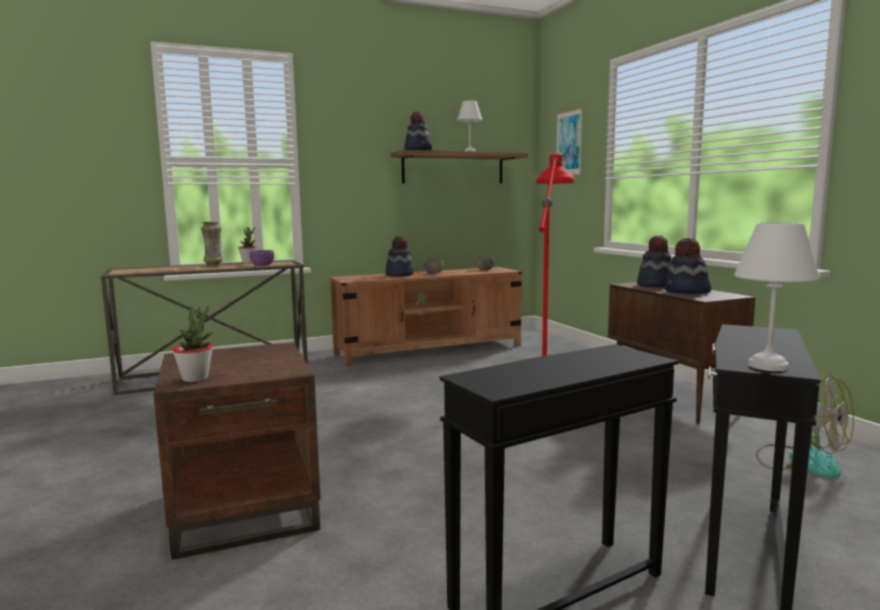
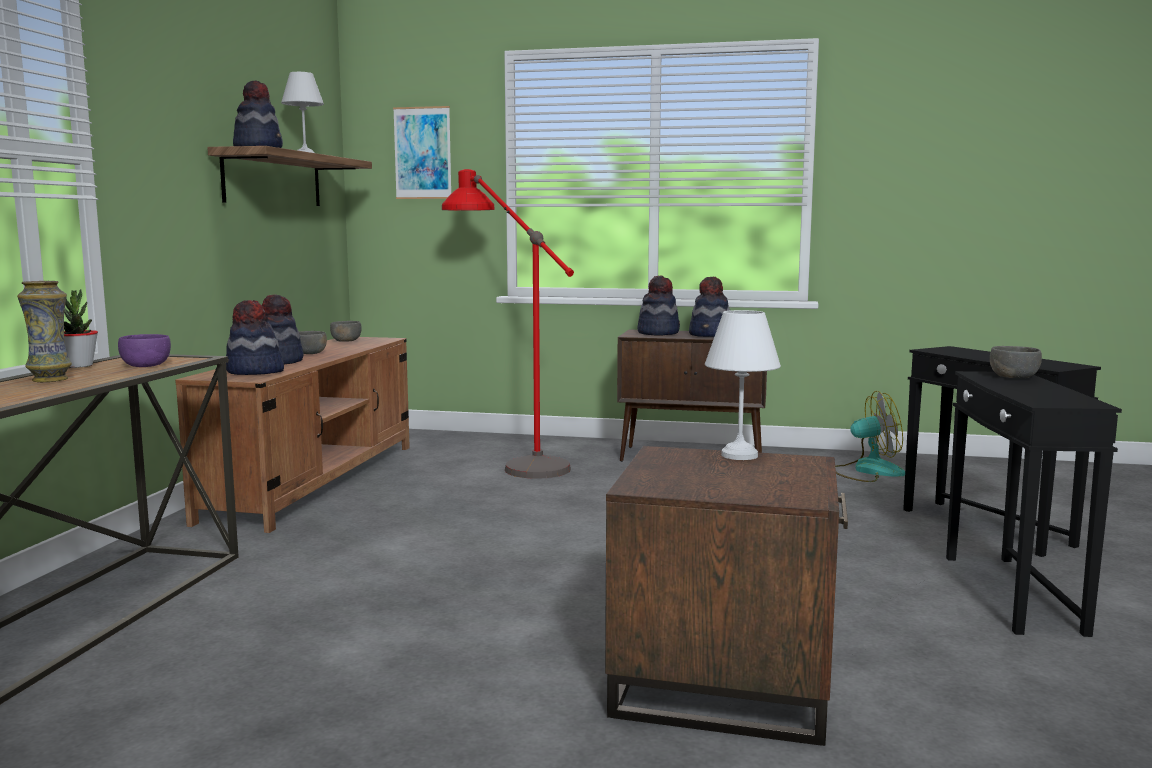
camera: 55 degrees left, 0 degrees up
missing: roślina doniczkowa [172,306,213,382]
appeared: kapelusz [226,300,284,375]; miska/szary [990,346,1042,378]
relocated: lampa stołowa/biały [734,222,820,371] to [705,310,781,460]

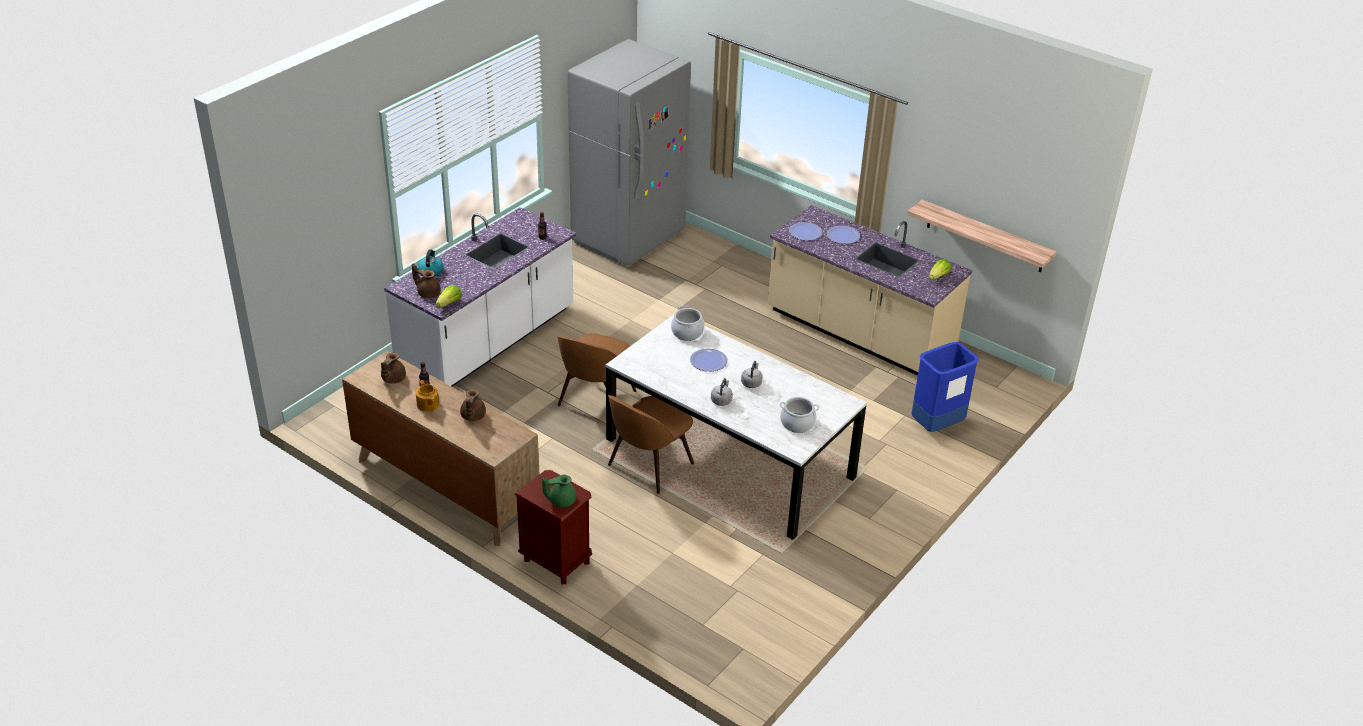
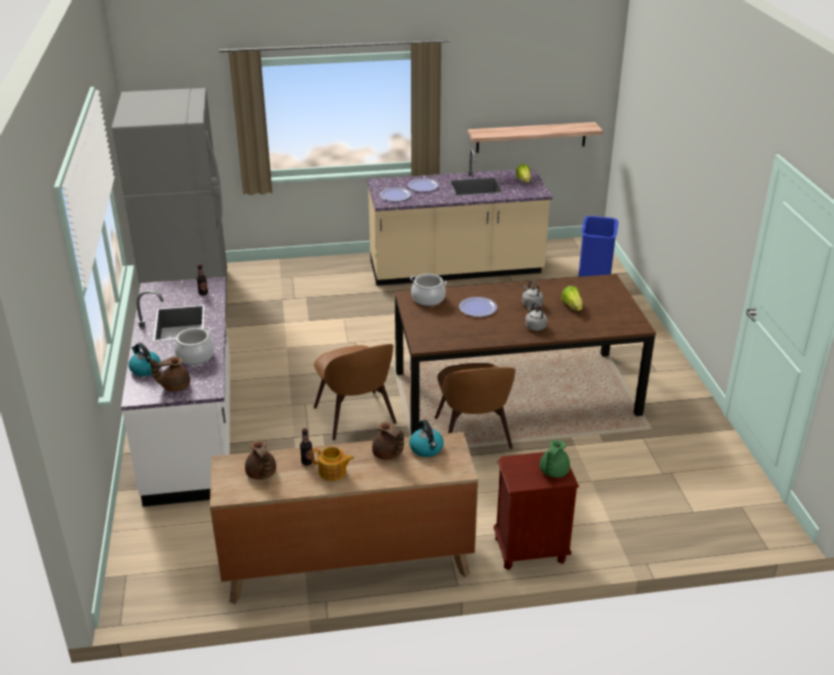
camera: 45 degrees left, 5 degrees down
appeared: czajnik [409,419,444,457]
relocated: garnek [780,397,819,433] to [173,327,214,365]; sałata [436,285,462,308] to [561,286,583,311]
colour: stół jadalny/biały [606,314,867,540] to stół jadalny/brązowy [395,274,656,435]

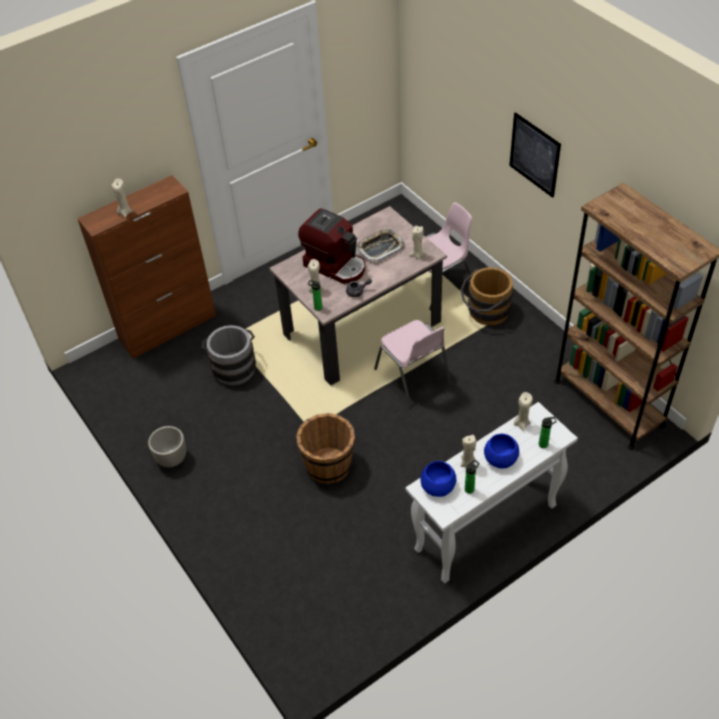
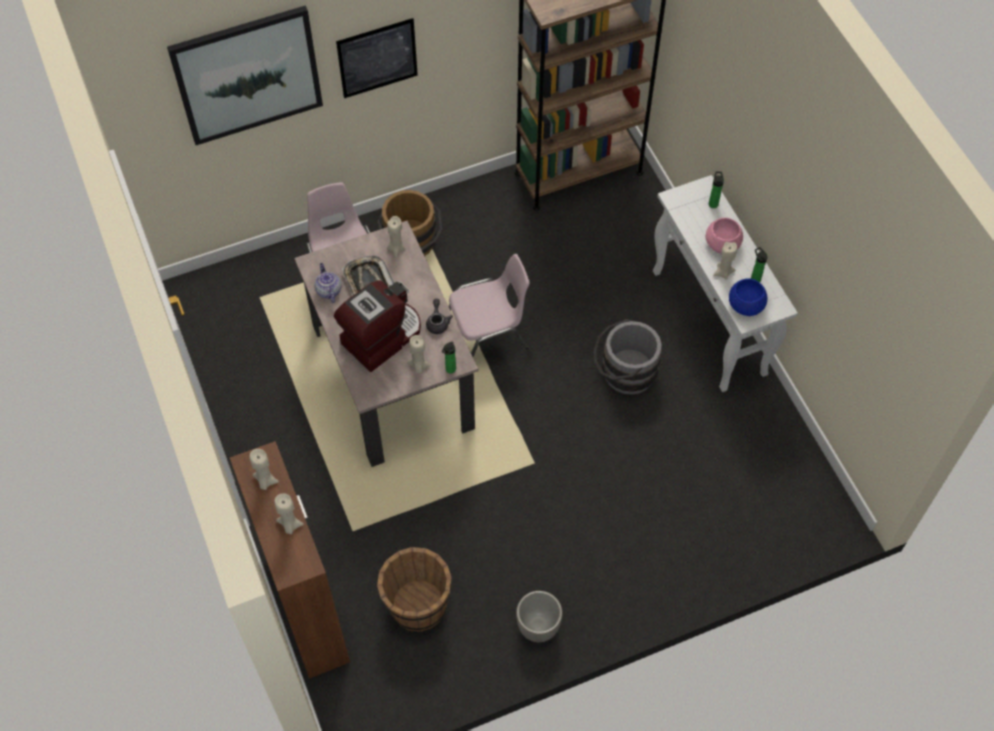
camera: 80 degrees left, 10 degrees up
appeared: obraz [167,5,323,145]; imbryk [314,263,342,303]
relocated: świeca/beżowy [514,392,533,431] to [249,449,279,490]; wiadro/brązowy [296,413,355,484] to [377,547,452,632]; wiadro/szary [202,325,256,386] to [594,319,662,395]
colour: miska/niebieski [484,434,519,469] to miska/różowy [706,218,743,253]

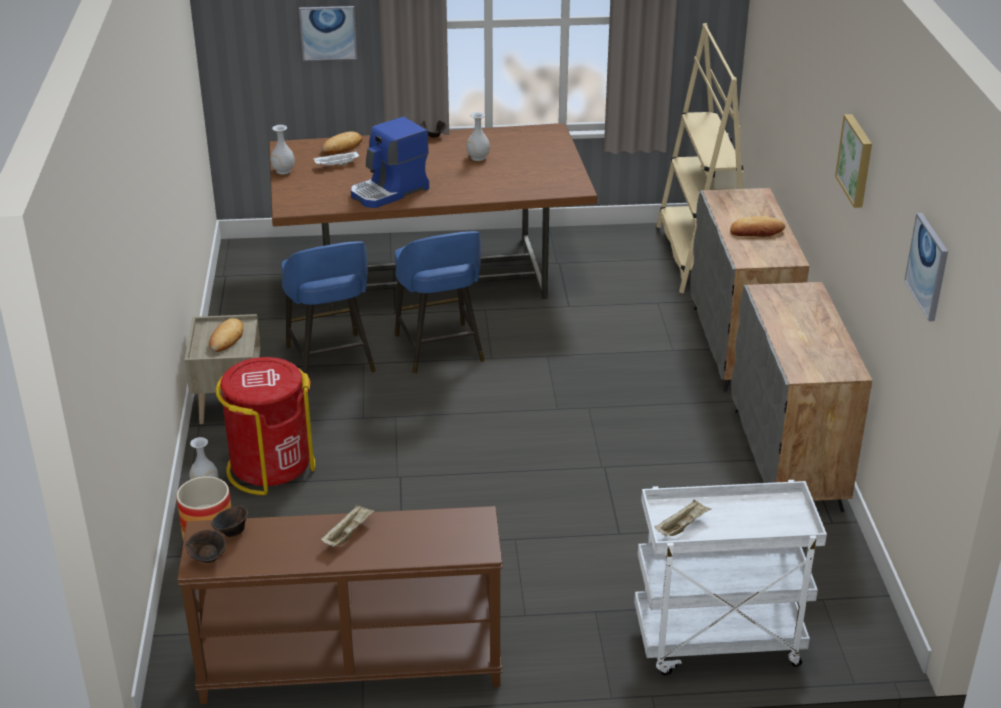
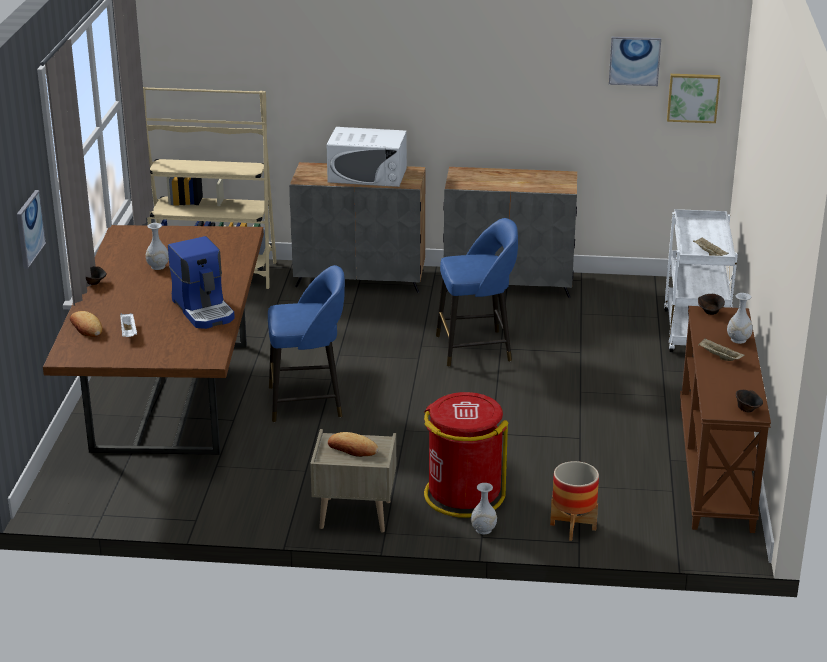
camera: 80 degrees left, 5 degrees down
relocated: stołek/niebieski [281,241,376,375] to [436,218,518,367]; obraz [835,114,872,208] to [667,74,720,123]; miska/brązowy [211,505,248,537] to [698,294,725,315]; wazon/biały [270,125,295,174] to [727,293,753,344]
exchanged: chleb [730,216,785,237] to mikrofalówka/biały [327,127,407,187]

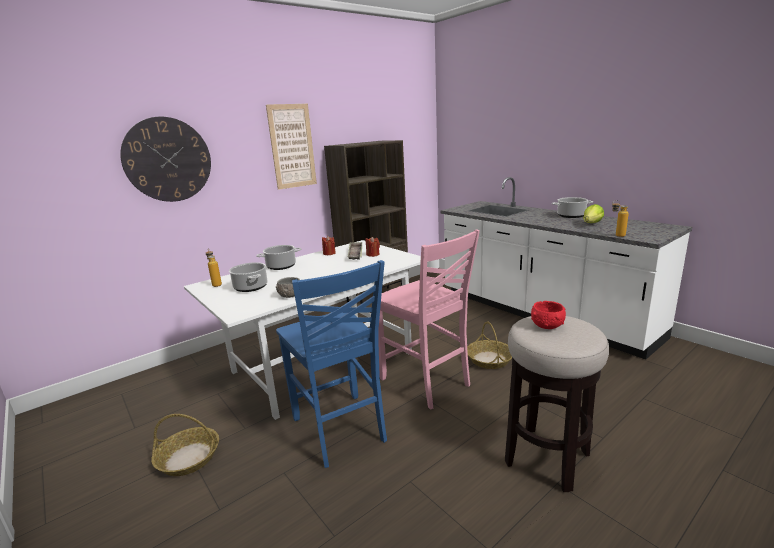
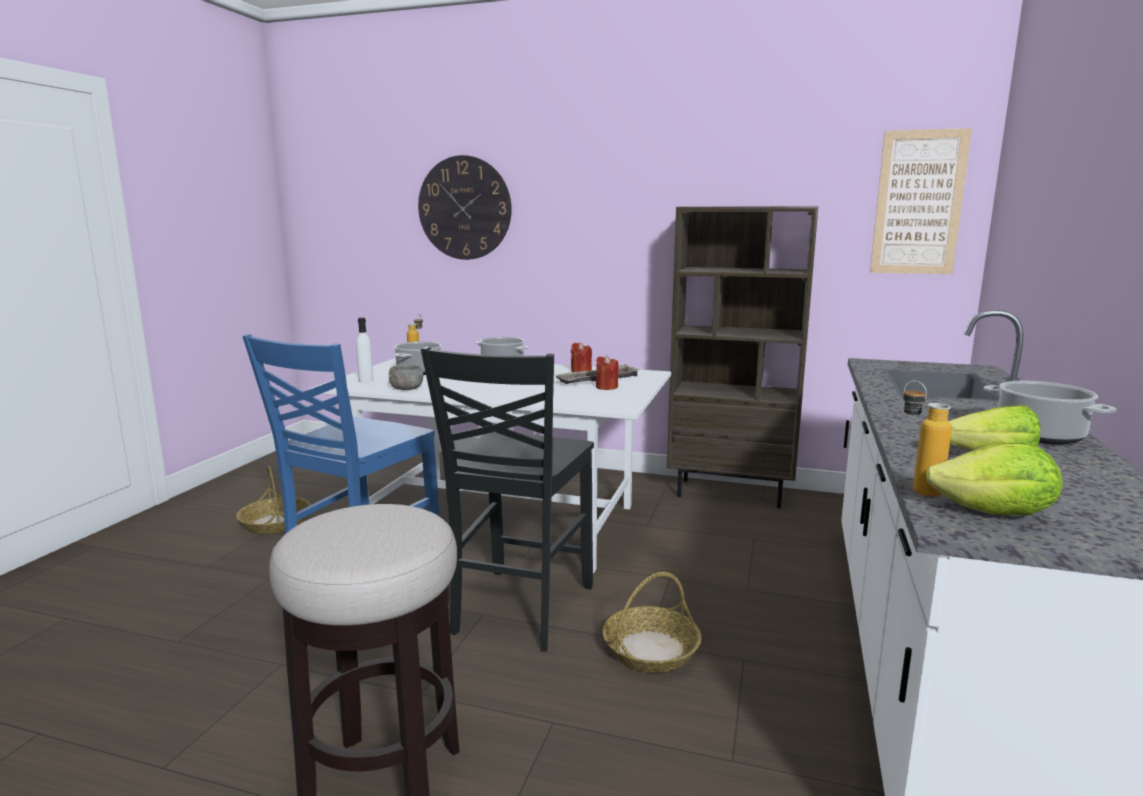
camera: 55 degrees right, 5 degrees down
missing: miska/czerwony [531,301,566,329]
appeared: butelka/biały [356,317,374,383]; sałata [926,443,1063,515]
relocated: obraz [266,104,317,190] to [870,128,972,274]
colour: krzesło/różowy [378,229,480,409] to krzesło/czarny [421,347,594,651]

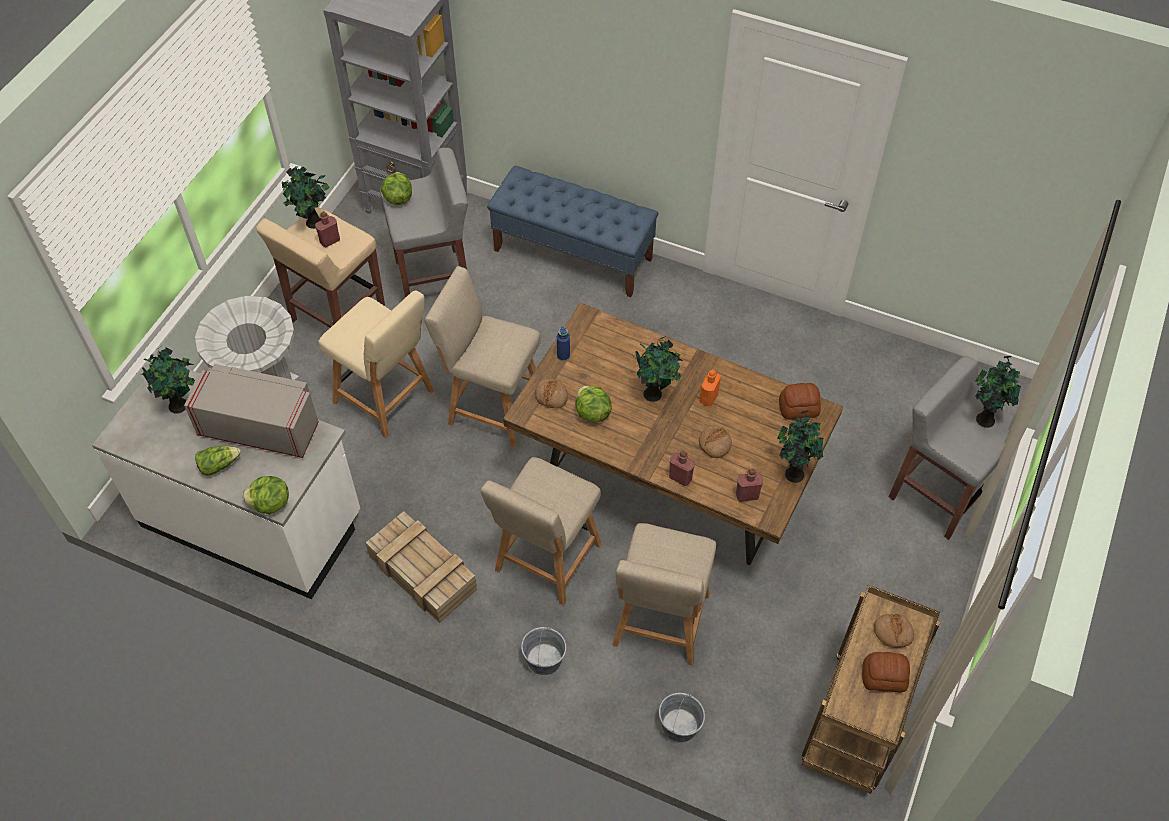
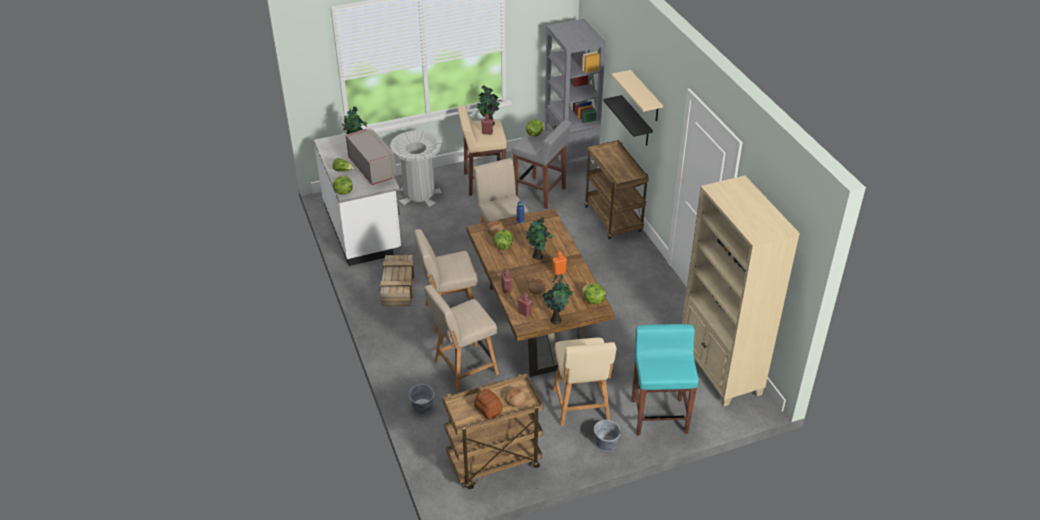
camera: 45 degrees right, 15 degrees down
missing: roślina doniczkowa [975,356,1021,428]
appeared: półka/czarny [603,95,653,145]; półka/beżowy [611,70,663,121]; regał/beżowy [682,175,800,407]
relocated: krzesło/beżowy [318,290,435,438] to [552,337,616,426]; wiadro/szary [521,626,566,675] to [594,419,621,451]
exchanged: chleb [779,383,821,420] to sałata [582,283,606,304]; ławka/niebieski [487,165,658,297] to wózek/brązowy [585,140,649,239]
colour: stołek/szary [889,356,1014,540] to stołek/turkusowy [631,324,699,435]

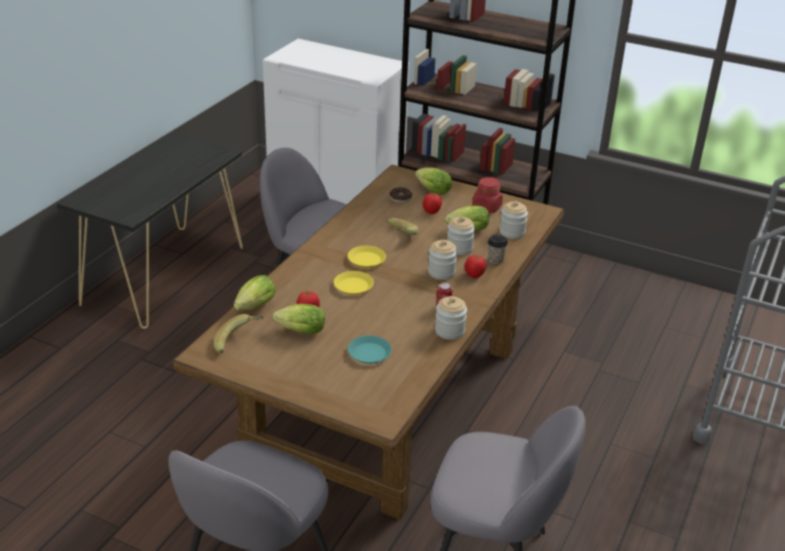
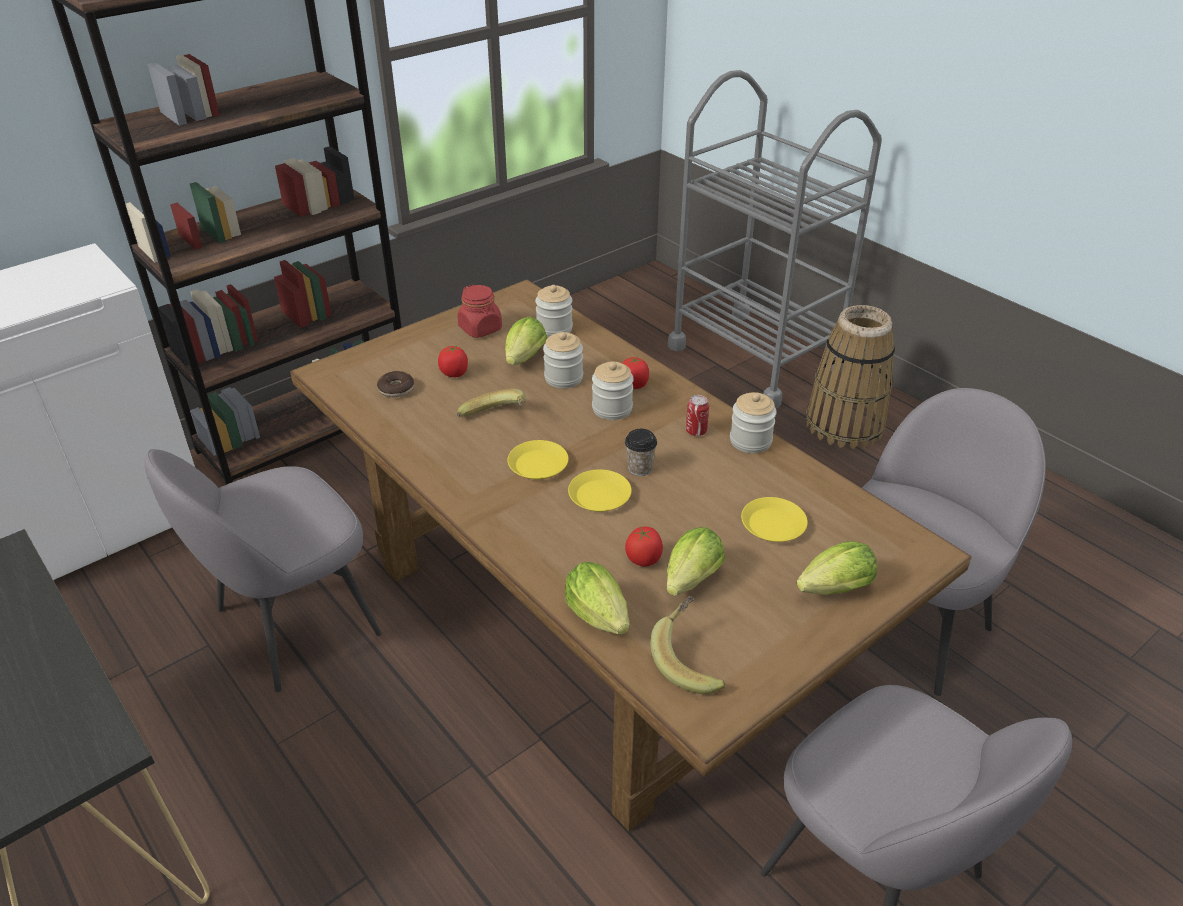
camera: 65 degrees left, 5 degrees up
appeared: koszyk [806,305,895,449]
relocated: filiżanka [488,235,508,264] to [625,429,657,476]; sałata [415,167,452,195] to [797,541,877,595]
colour: talerz/turkusowy [348,336,392,364] to talerz/żółty [741,497,808,542]

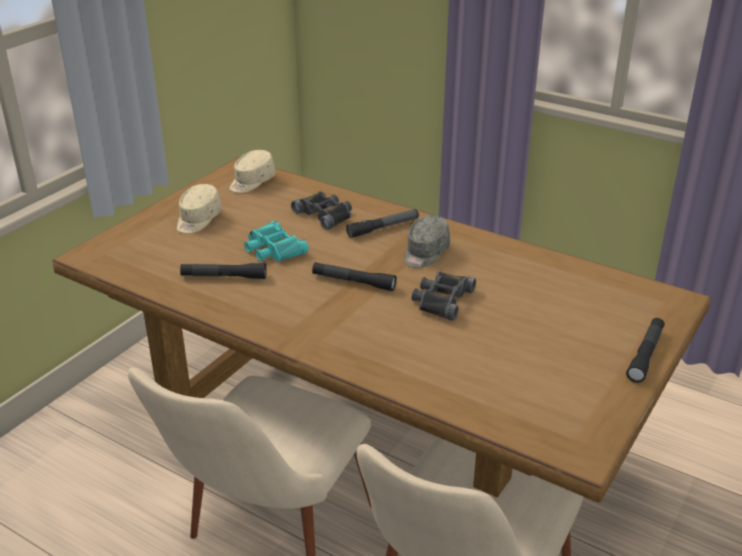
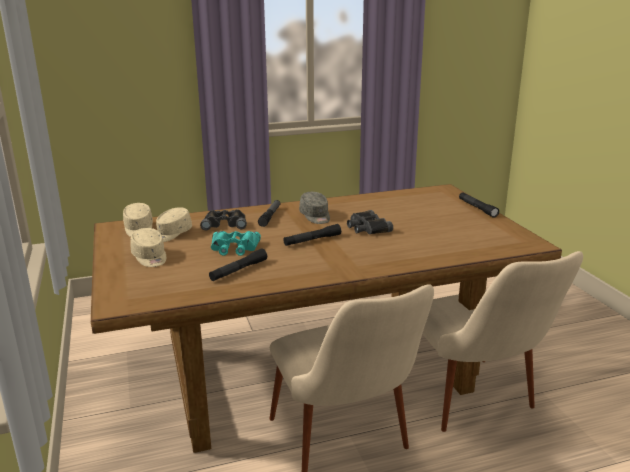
camera: 50 degrees left, 10 degrees down
appeared: czapka z daszkiem/beżowy [156,207,192,242]

